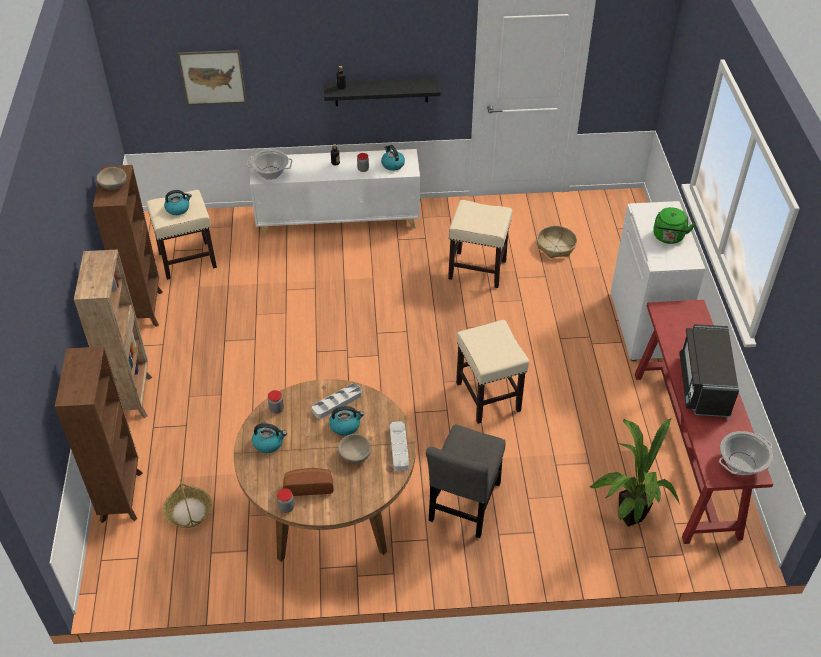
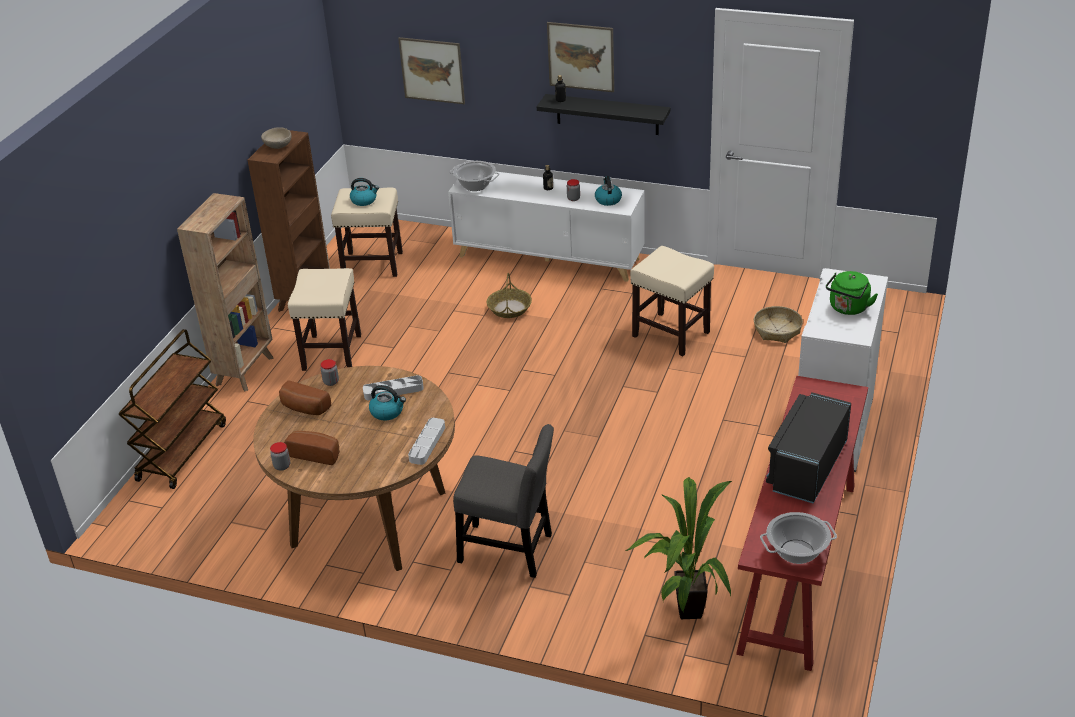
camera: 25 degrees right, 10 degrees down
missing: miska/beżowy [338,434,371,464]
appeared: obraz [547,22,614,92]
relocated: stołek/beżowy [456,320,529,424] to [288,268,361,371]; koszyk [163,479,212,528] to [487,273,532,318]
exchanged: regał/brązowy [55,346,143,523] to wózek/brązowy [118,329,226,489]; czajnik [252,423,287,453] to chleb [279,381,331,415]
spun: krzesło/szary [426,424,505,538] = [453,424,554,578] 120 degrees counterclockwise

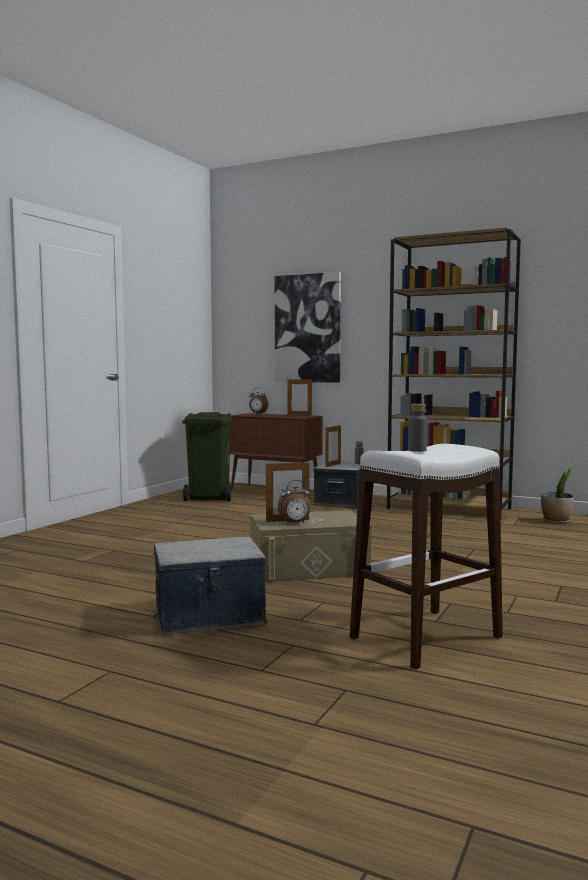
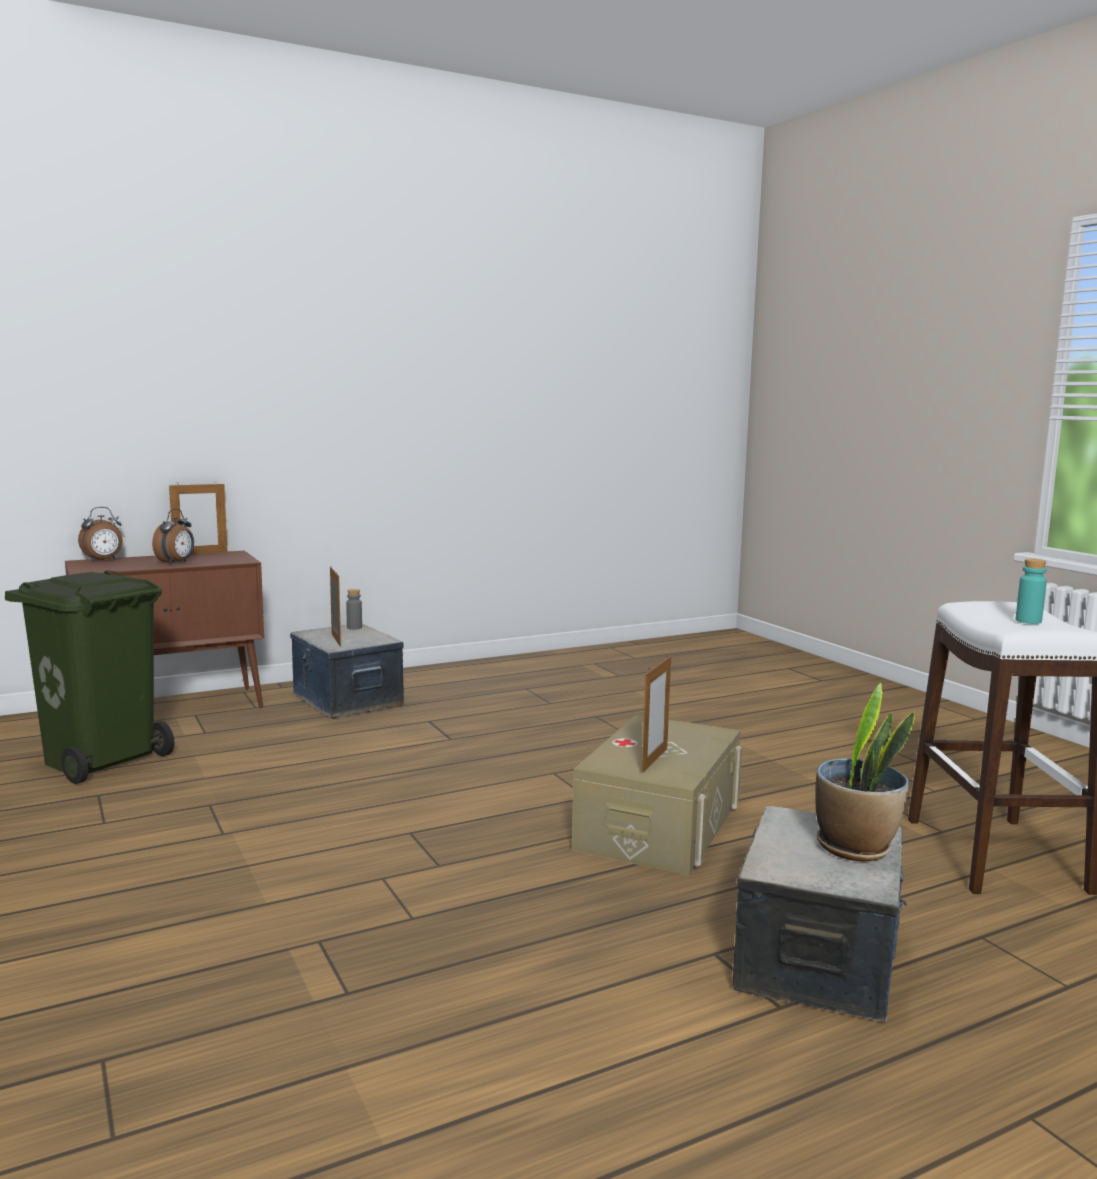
camera: 55 degrees left, 5 degrees up
missing: obraz [275,272,341,383]; regał/brązowy [387,227,521,516]
relocated: budzik [277,480,311,524] to [152,509,194,565]; roślina doniczkowa [541,465,574,524] to [815,683,915,862]
colour: butelka/szary [408,404,427,452] to butelka/turkusowy [1016,559,1047,624]

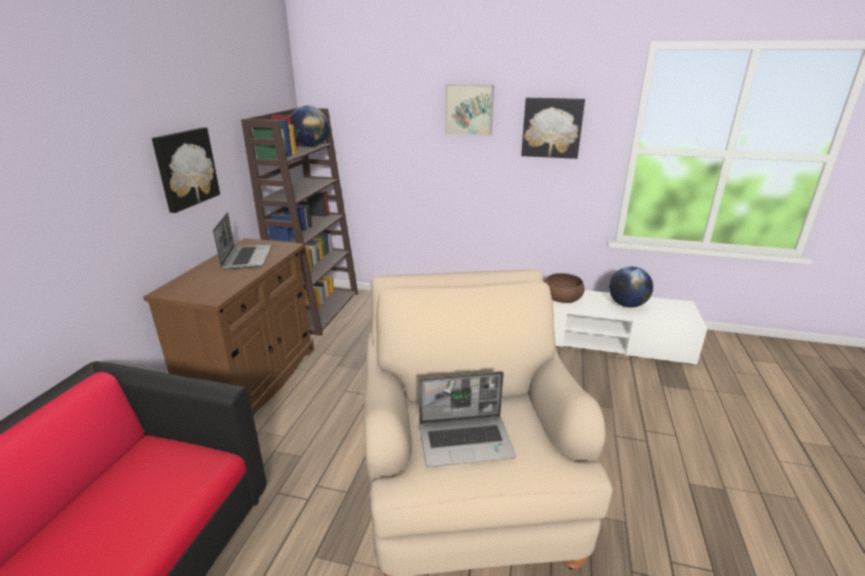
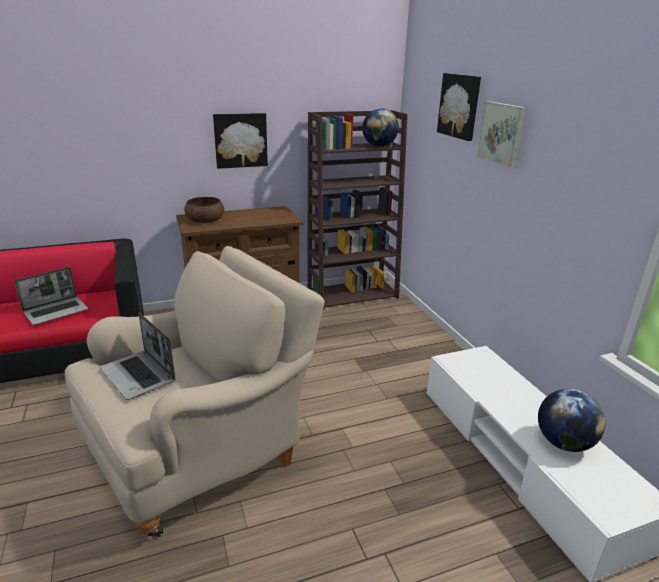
camera: 55 degrees right, 0 degrees up
relocated: laptop [213,213,272,269] to [14,267,88,325]; miska/brązowy [545,273,584,303] to [184,197,224,223]; obraz [521,98,585,159] to [437,73,481,141]

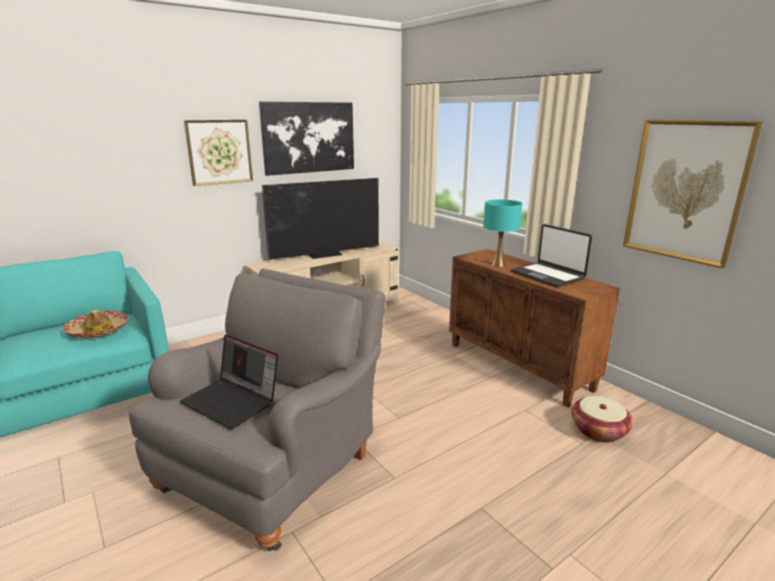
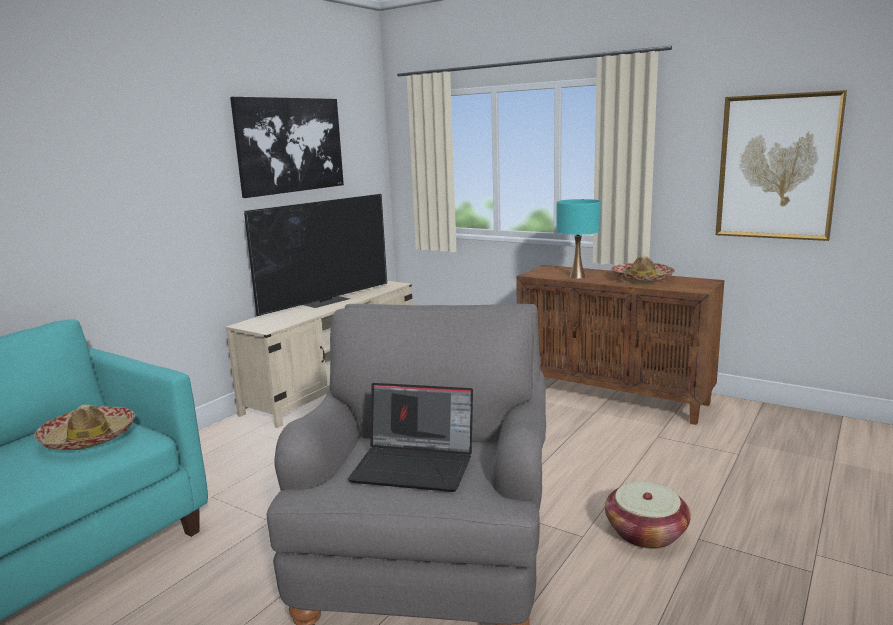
camera: 20 degrees left, 5 degrees down
missing: obraz [184,120,253,186]
relocated: koszyk [571,396,633,442] to [605,482,691,549]
exchanged: laptop [511,224,592,287] to kapelusz [611,256,675,283]

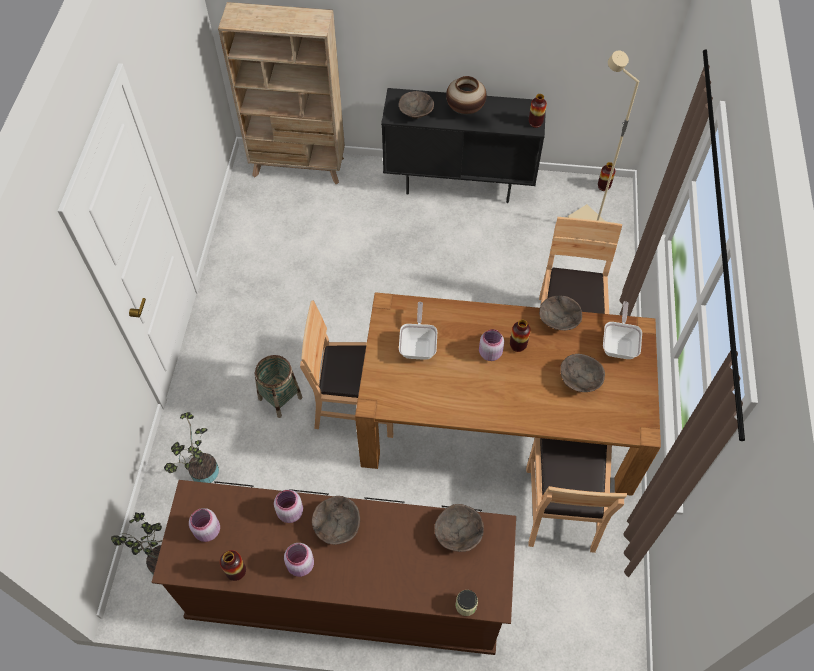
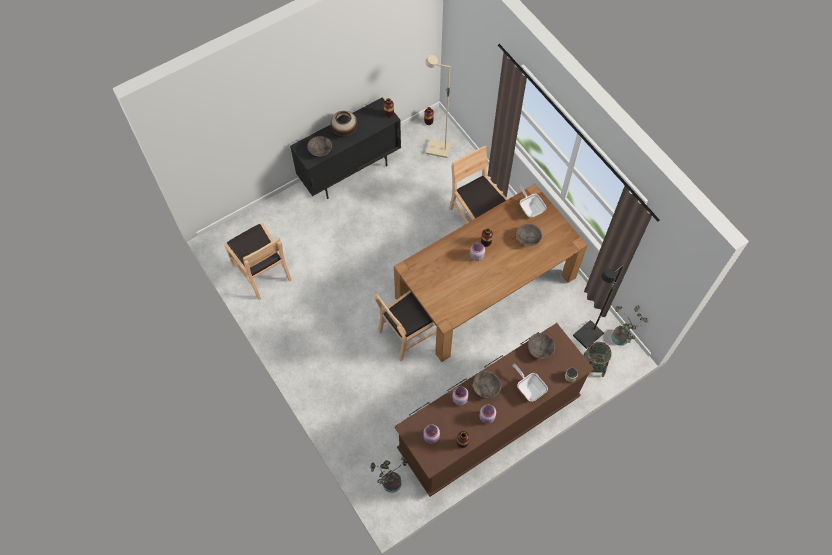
camera: 40 degrees left, 5 degrees up
missing: regał/beżowy [218,2,345,184]; miska/brązowy [539,296,582,331]
appeared: lampa stojąca/czarny [573,264,624,349]
relocated: krzesło/brązowy [526,438,627,553] to [224,223,292,300]; patelnia [399,302,437,360] to [512,364,548,402]; koszyk [254,355,303,418] to [583,342,612,377]; roślina doniczkowa [164,412,219,483] to [611,306,648,346]

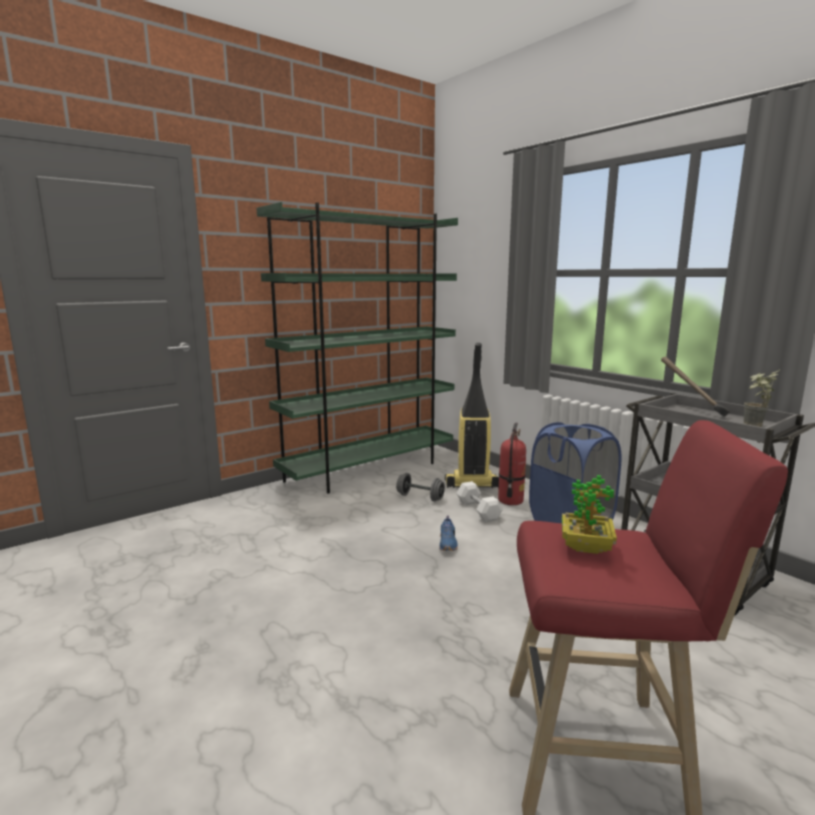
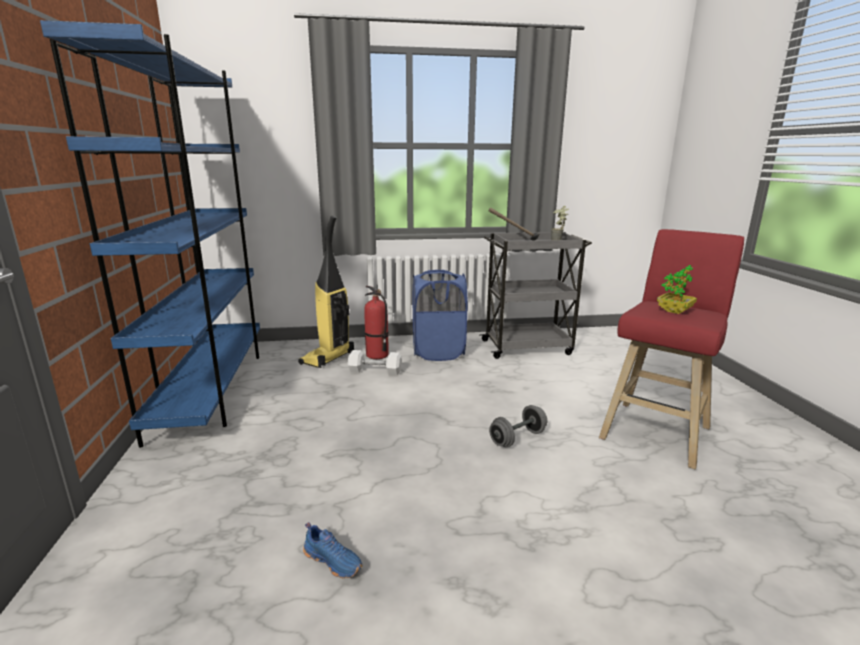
camera: 60 degrees left, 5 degrees up
relocated: but/niebieski [439,515,458,551] to [303,522,362,578]; hantel/szary [396,473,445,501] to [489,405,547,447]
colour: regał/zielony [257,202,458,494] to regał/niebieski [40,20,260,448]

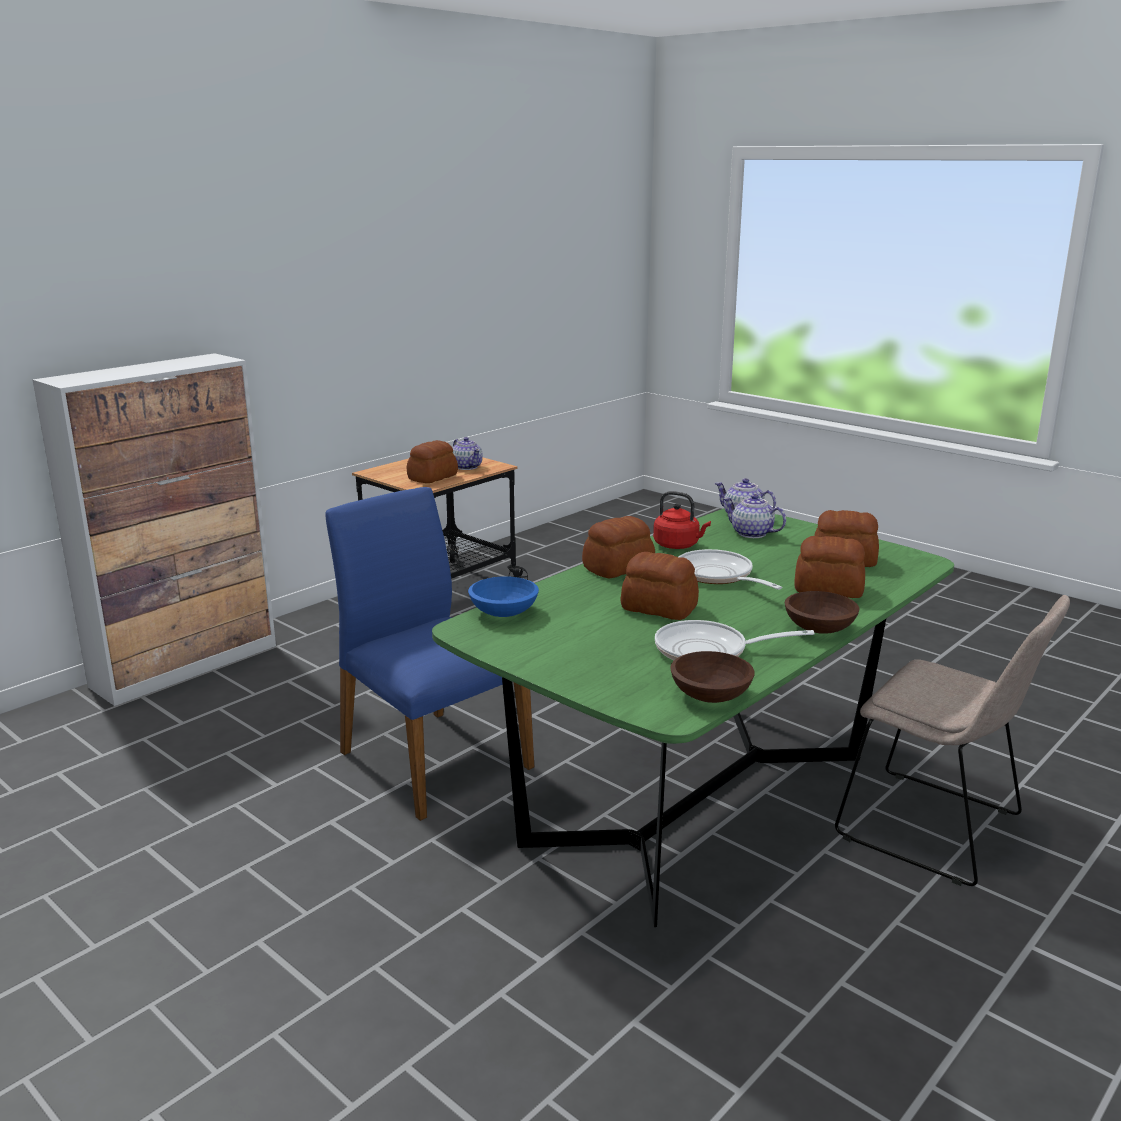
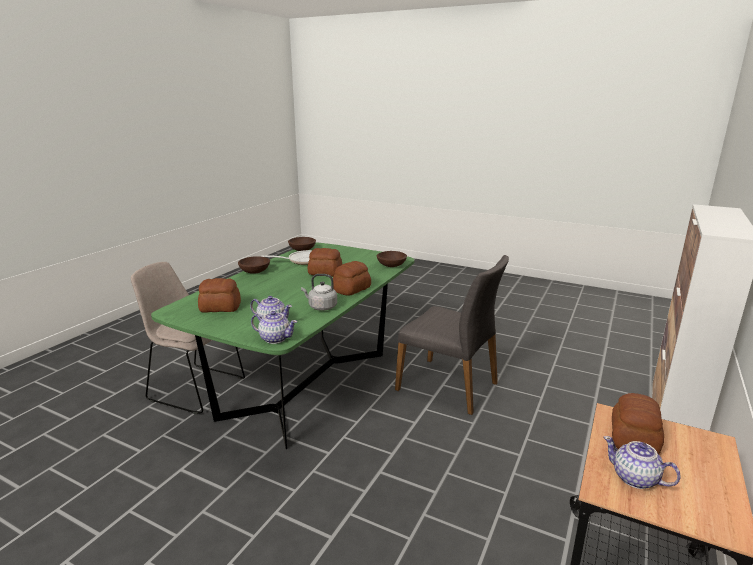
camera: 165 degrees right, 0 degrees up
missing: patelnia [679,549,782,590]; chleb [794,536,865,598]
colour: czajnik/czerwony [653,491,711,549] to czajnik/szary [301,274,337,311]; miska/niebieski [468,576,539,617] to miska/brązowy [377,251,407,267]; krzesło/niebieski [325,487,534,821] to krzesło/szary [395,255,509,415]

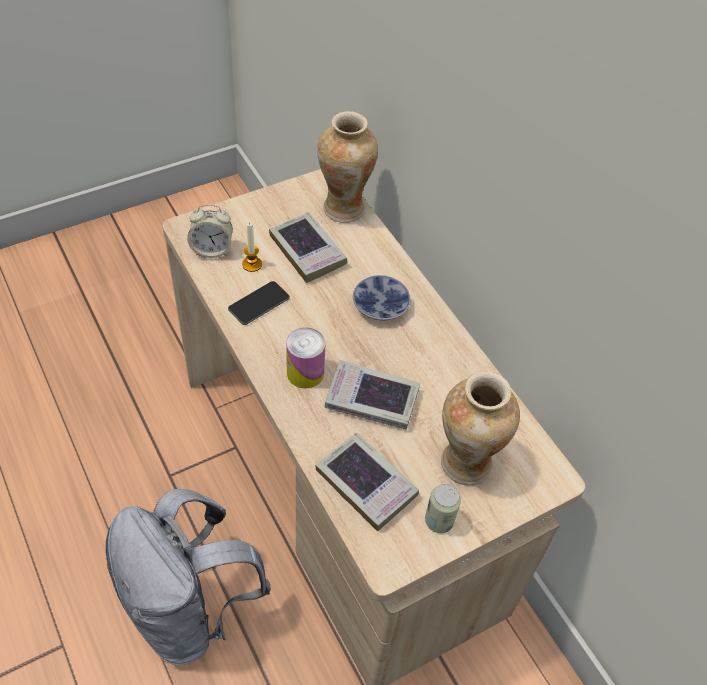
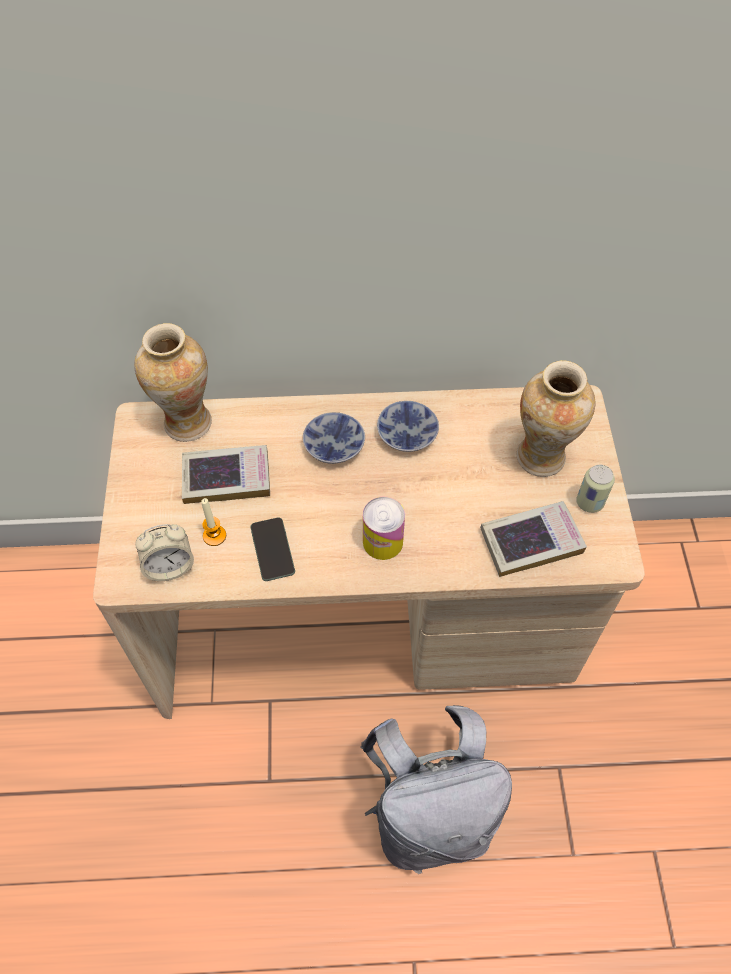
camera: 60 degrees left, 5 degrees up
missing: książka [325,360,420,430]
appeared: miska [377,401,439,452]
spun: budzik [187,204,233,258] = [135,524,194,581] 45 degrees clockwise

